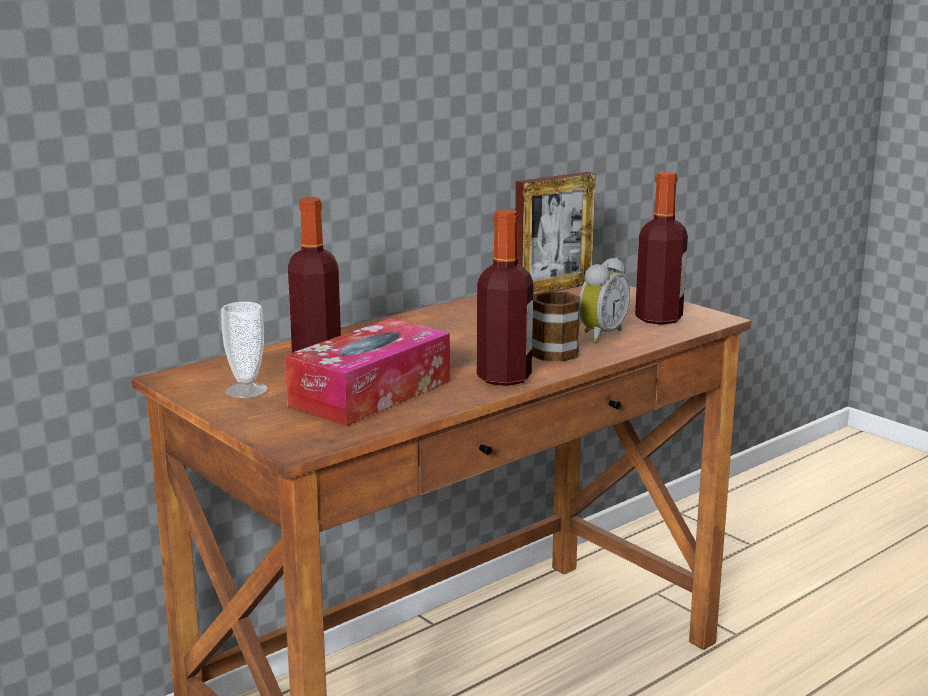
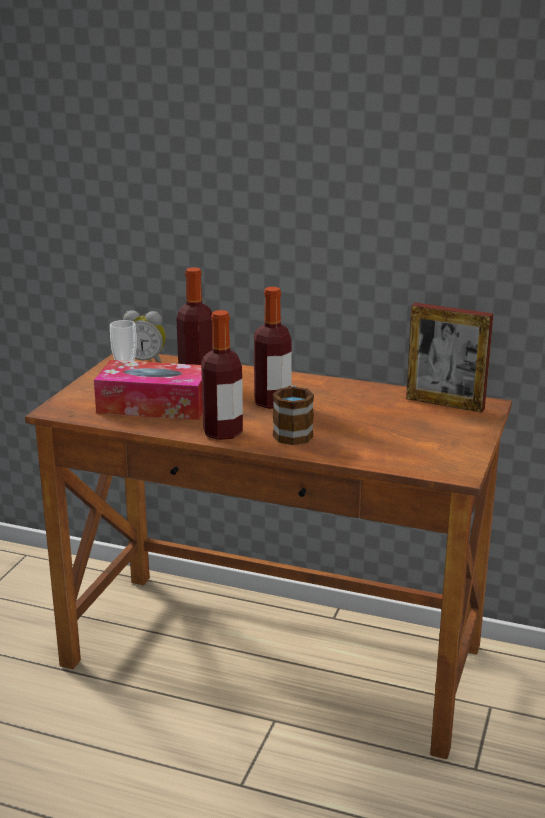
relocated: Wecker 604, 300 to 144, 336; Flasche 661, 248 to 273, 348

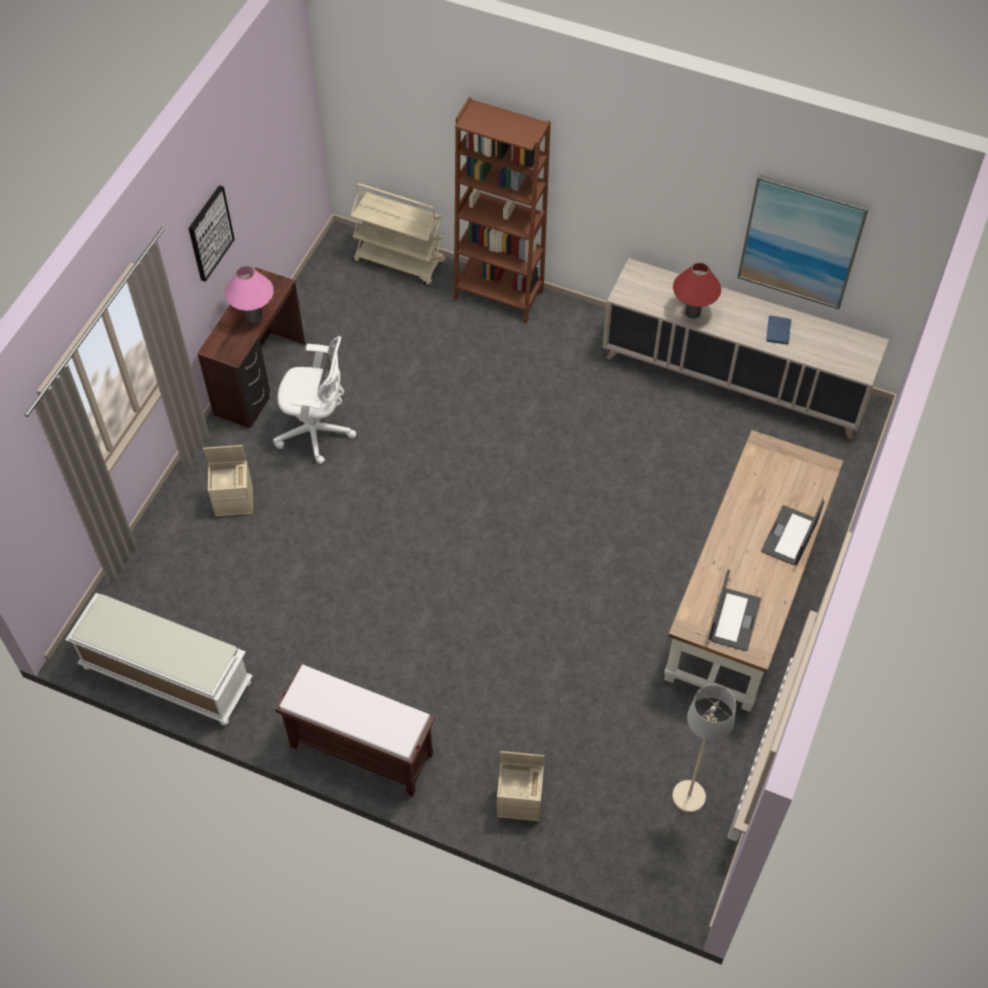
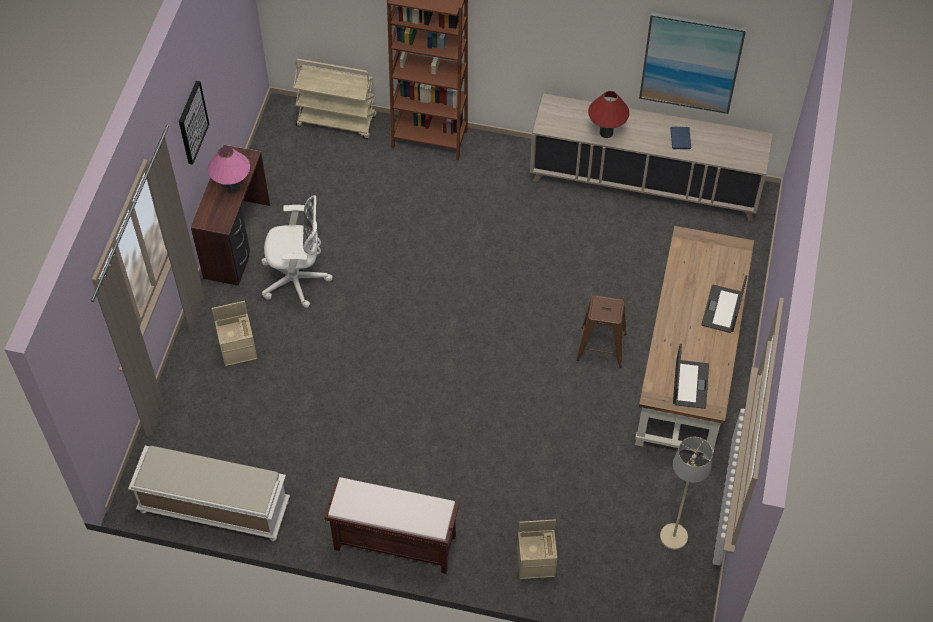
appeared: Hocker/braun 601, 331

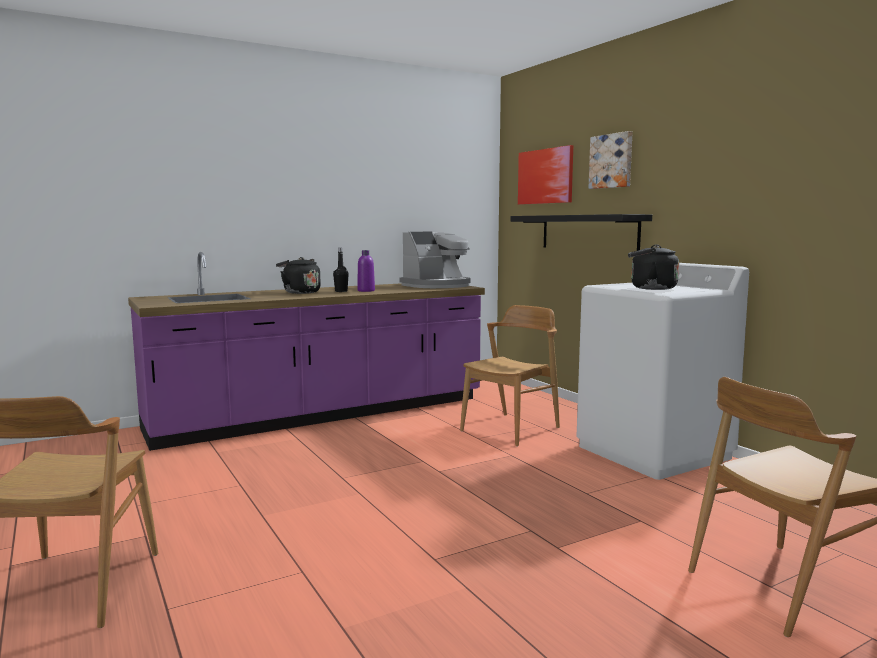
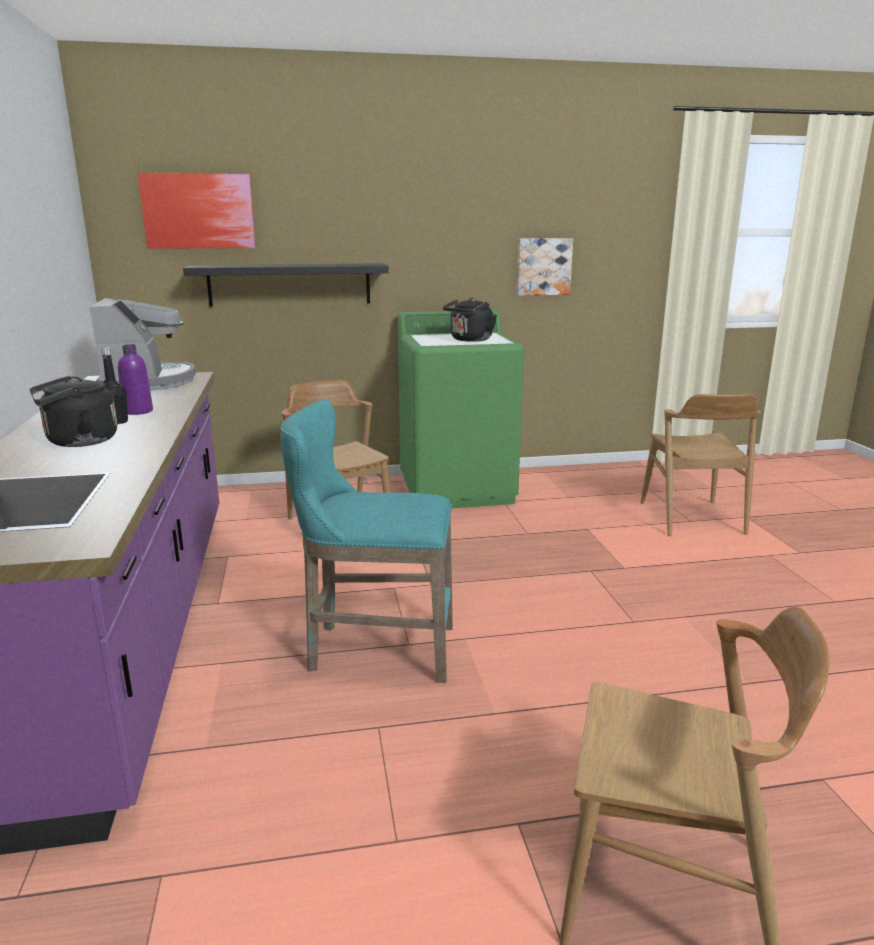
appeared: Hocker/türkis 366, 541
relocated: Bild 610, 160 to 545, 267
colour: Waschmaschine/weiß 662, 371 to Waschmaschine/grün 461, 409

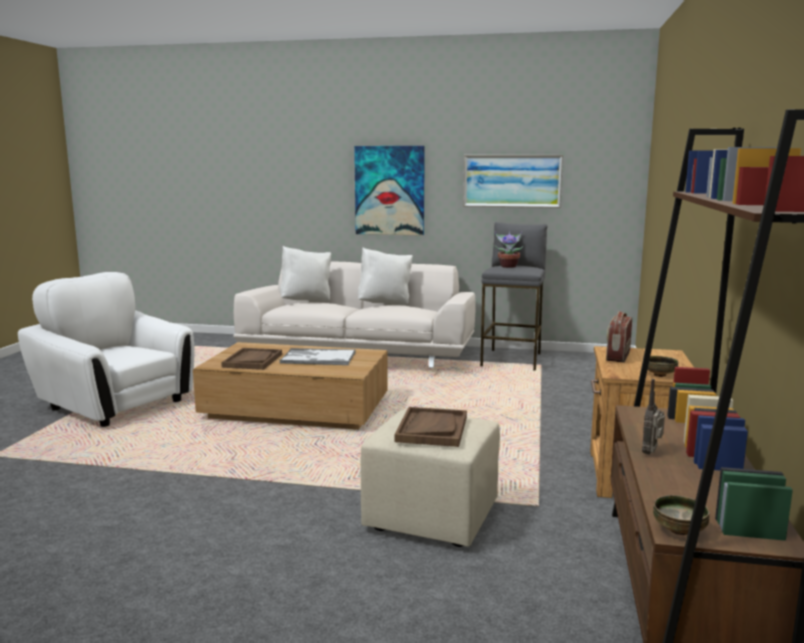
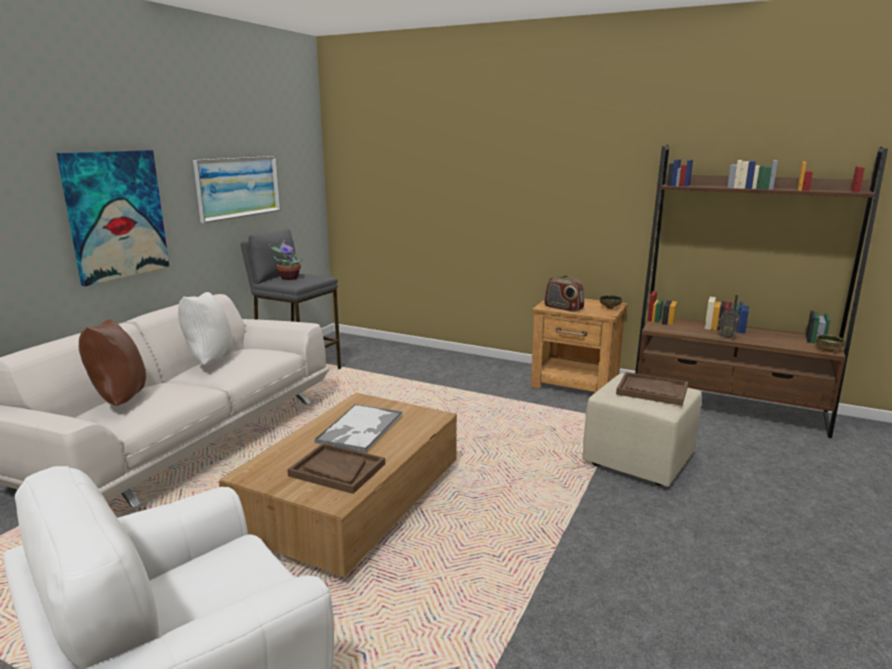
colour: Kissen/weiß 305, 274 to Kissen/braun 112, 362

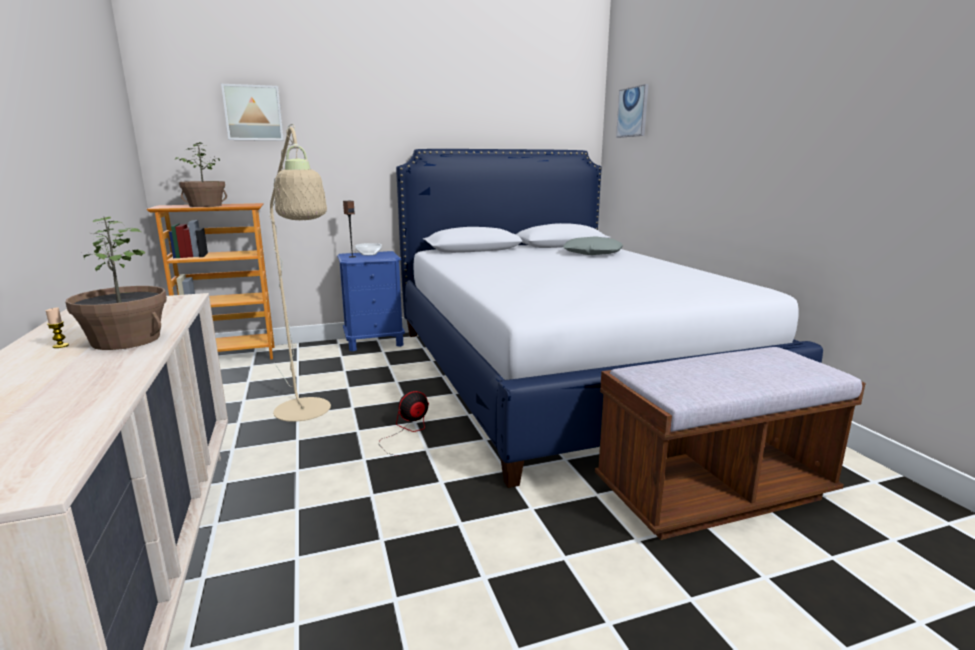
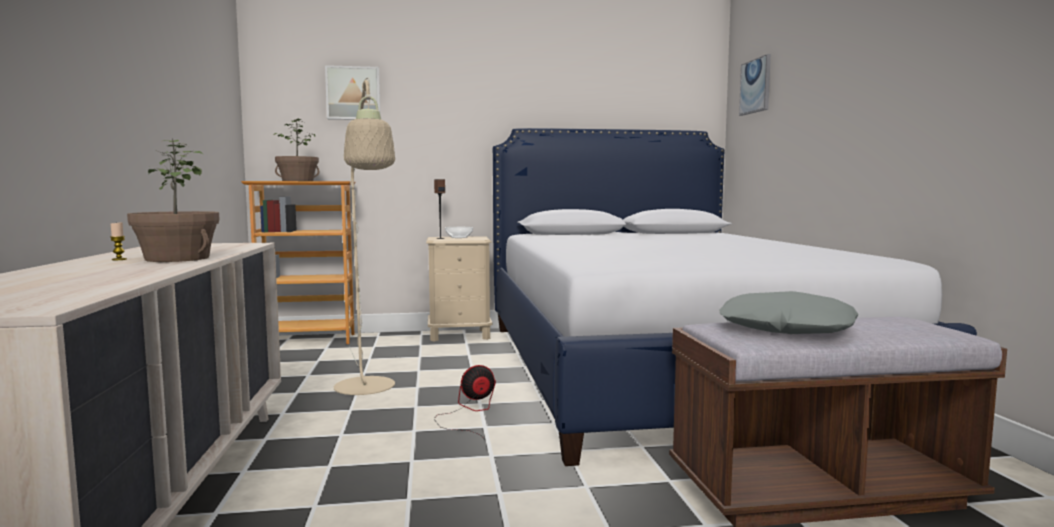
relocated: Kissen/grau 593, 245 to 788, 312
colour: Nachttisch/blau 371, 301 to Nachttisch/beige 459, 289

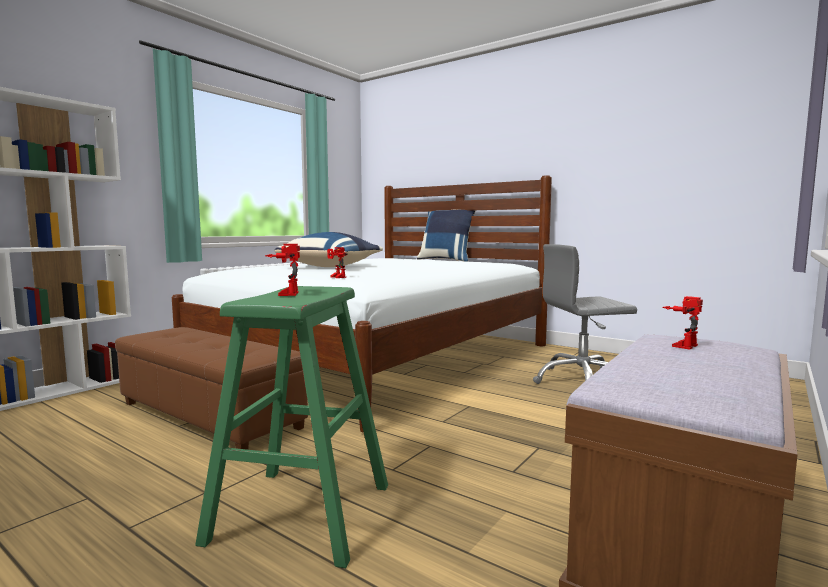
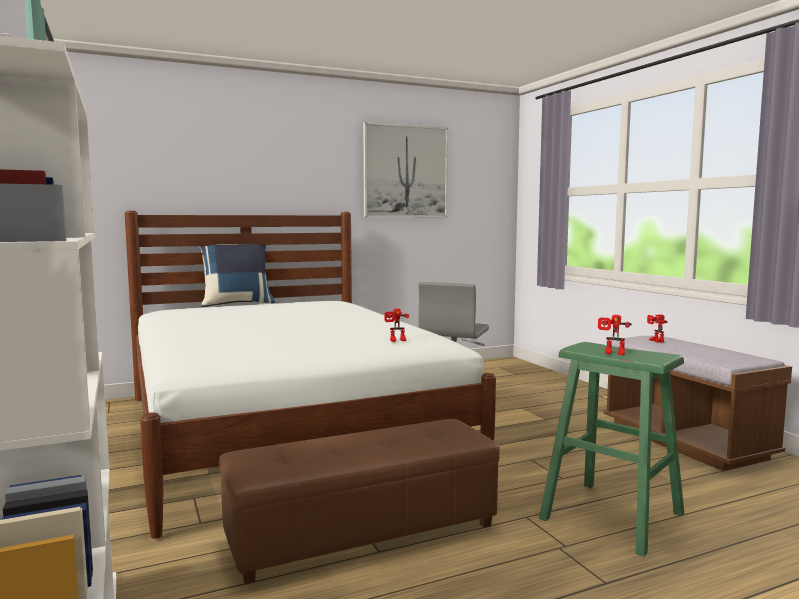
missing: Kissen/blau 329, 249
appeared: Bild 405, 169

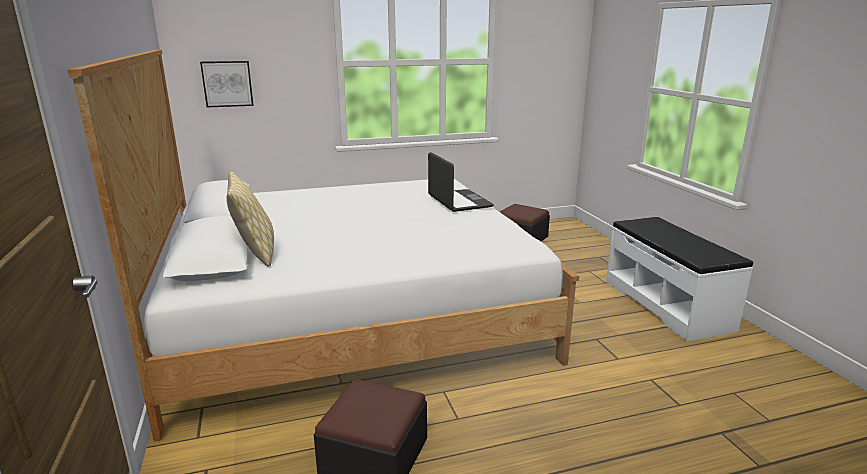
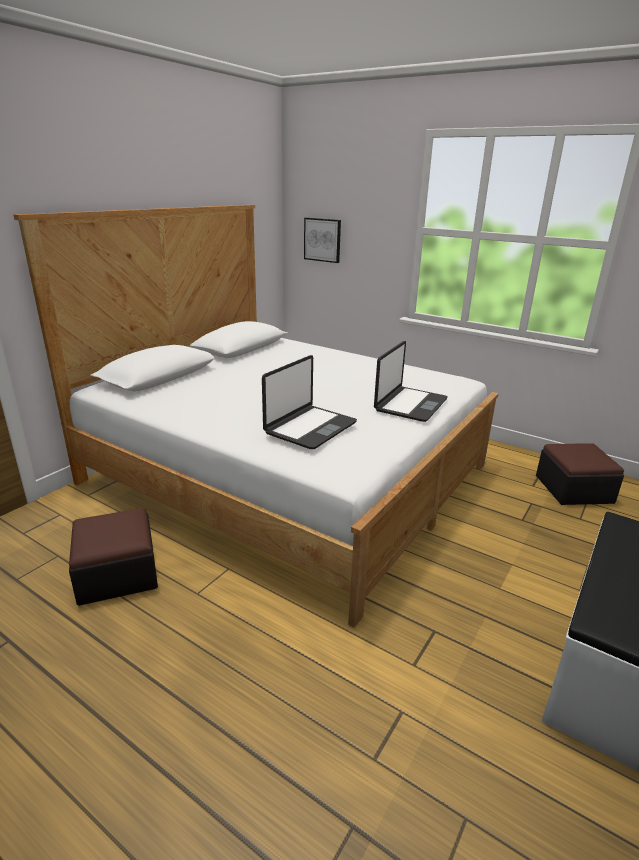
missing: Kissen 250, 219
appeared: Laptop 309, 402

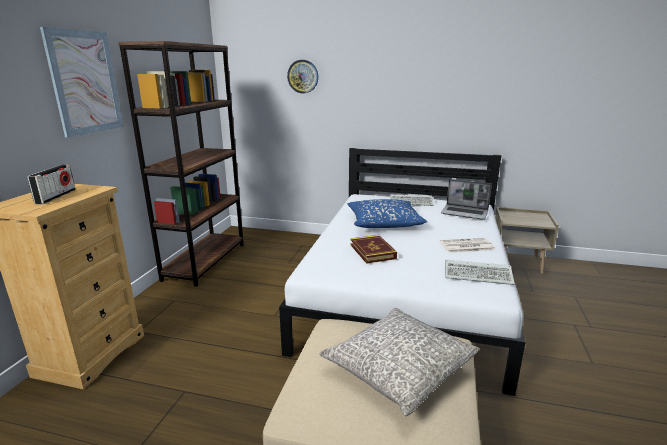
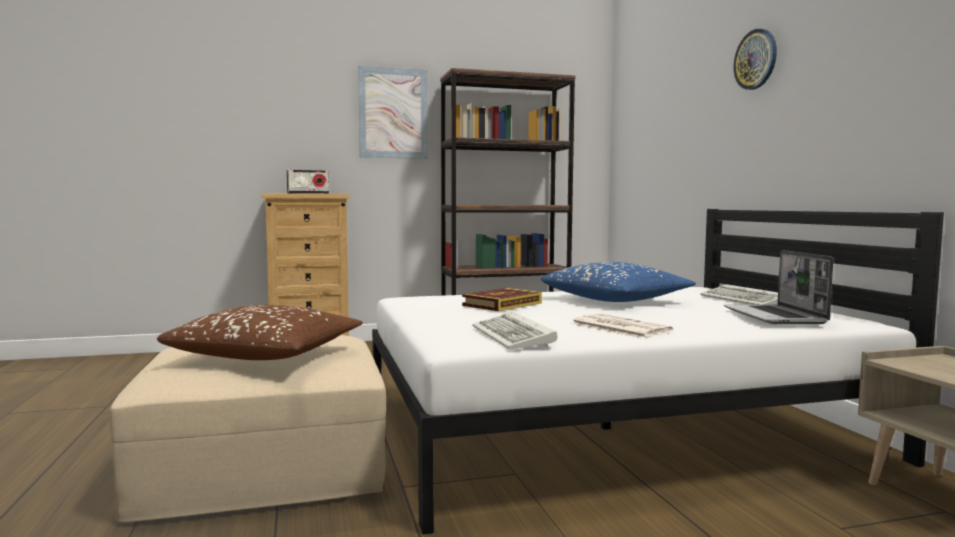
relocated: Wanduhr 302, 76 to 755, 59
colour: Kissen/grau 399, 362 to Kissen/braun 260, 332

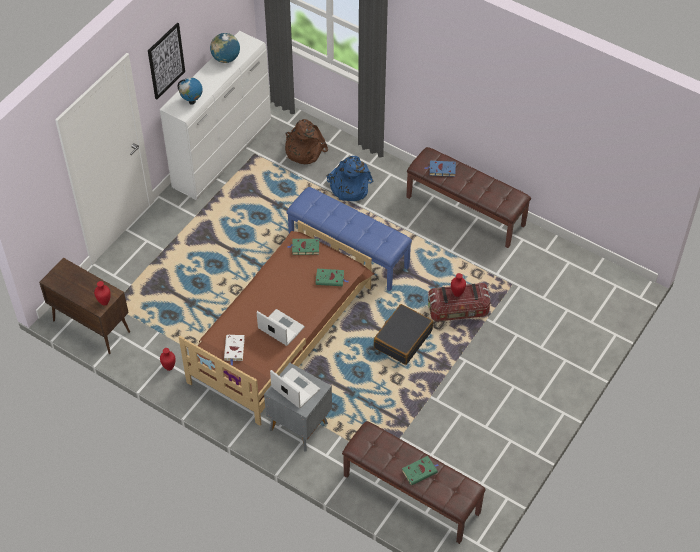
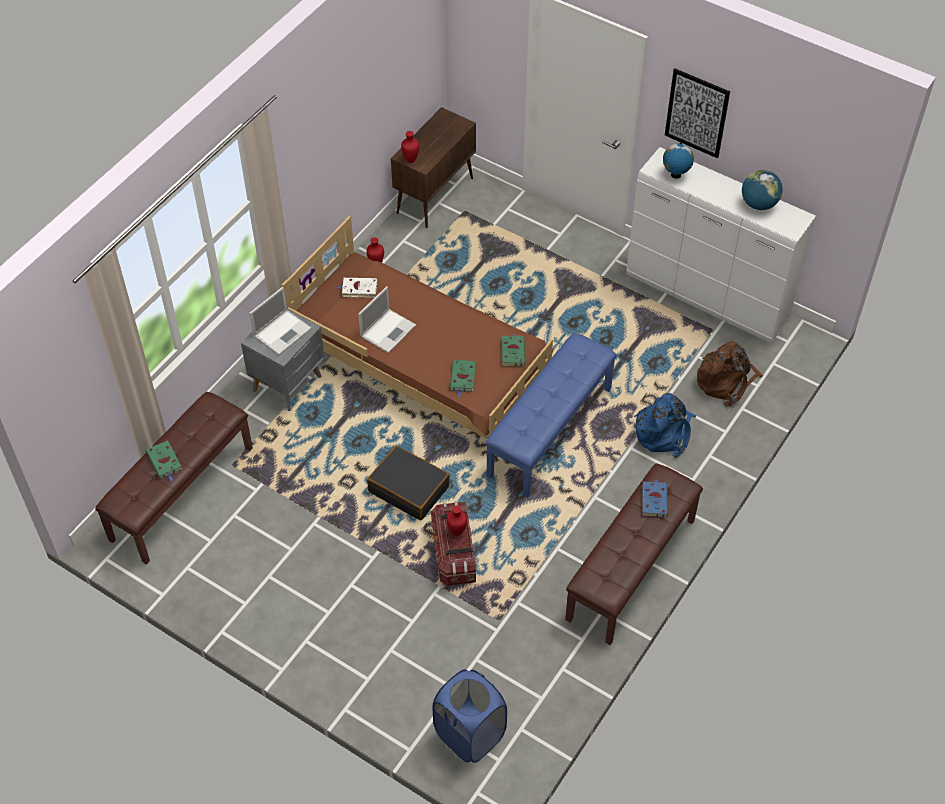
appeared: Wäschekorb/blau 469, 716

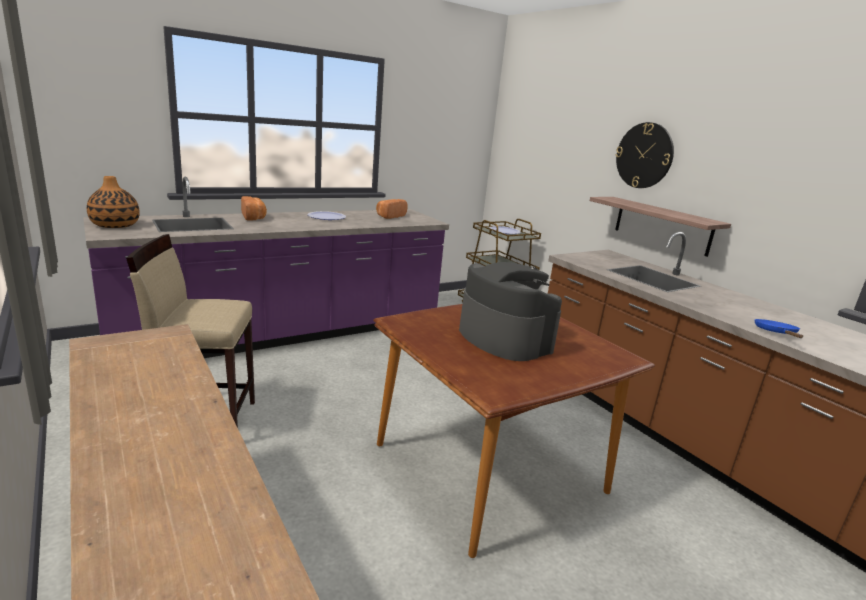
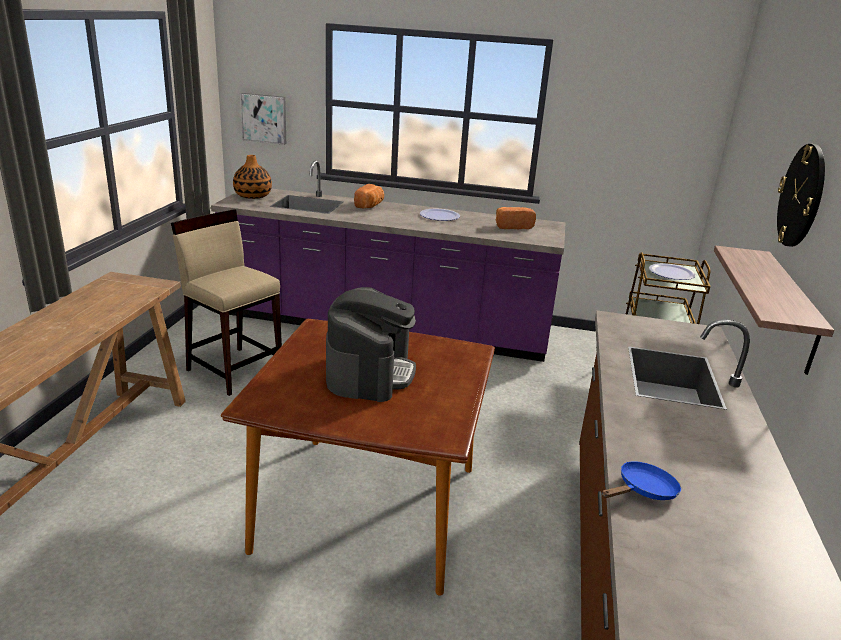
appeared: Bild 263, 119

